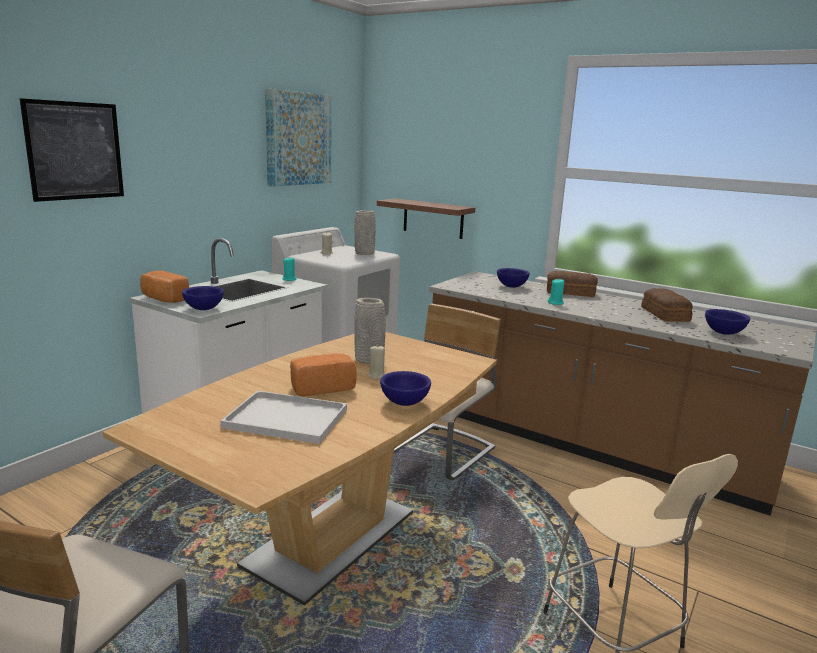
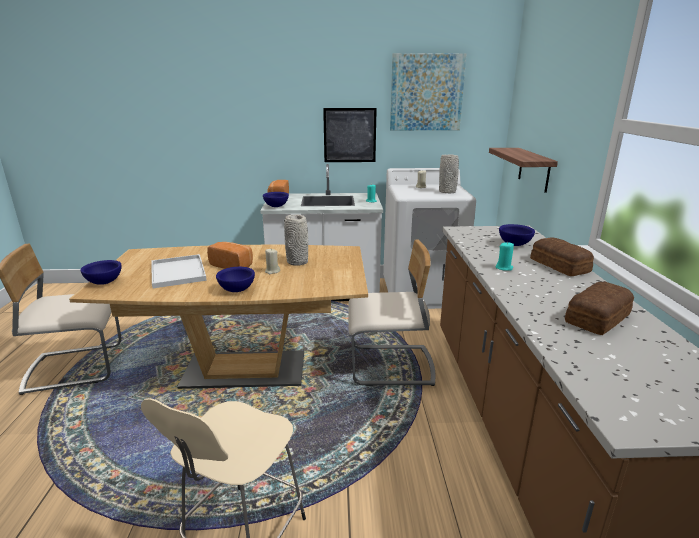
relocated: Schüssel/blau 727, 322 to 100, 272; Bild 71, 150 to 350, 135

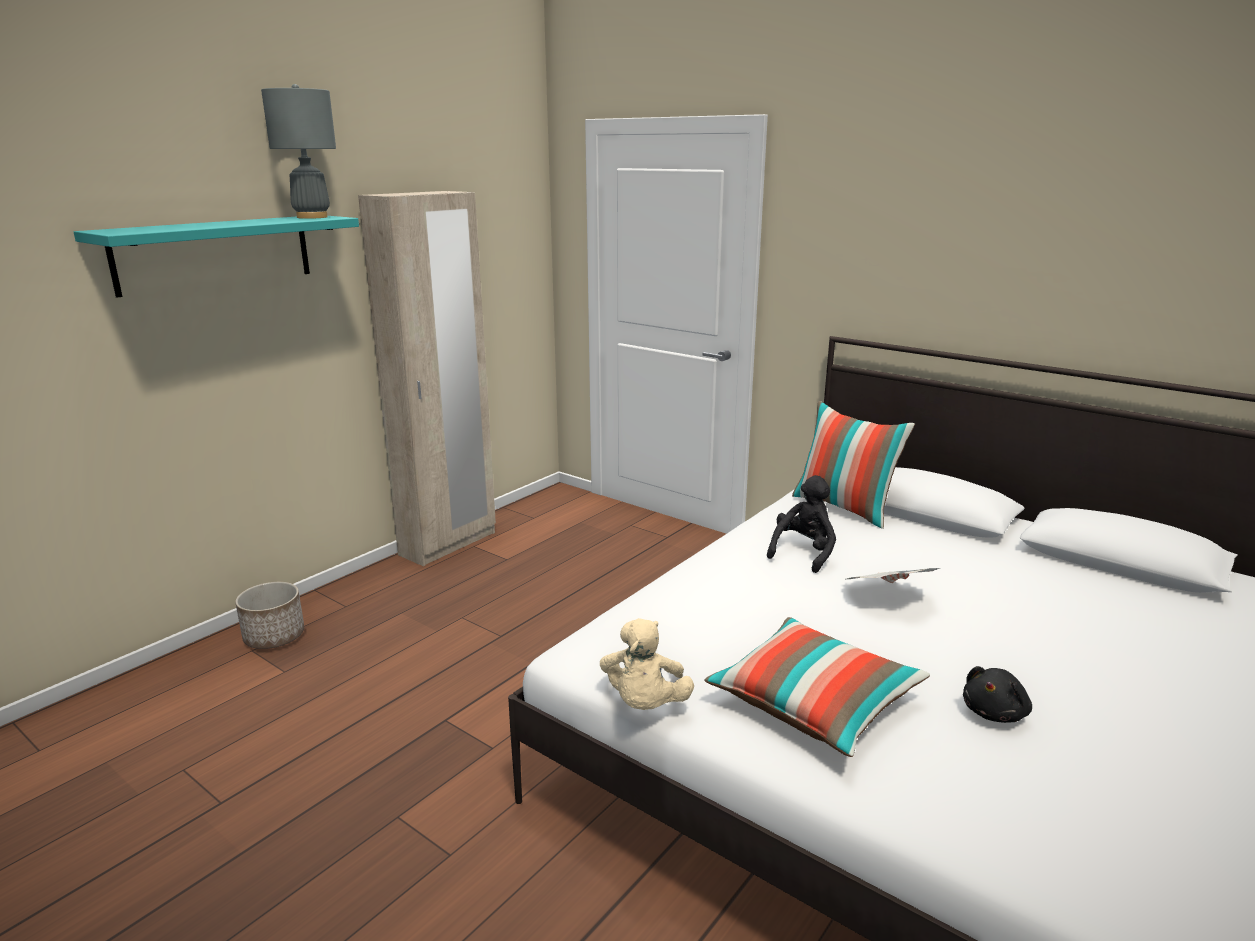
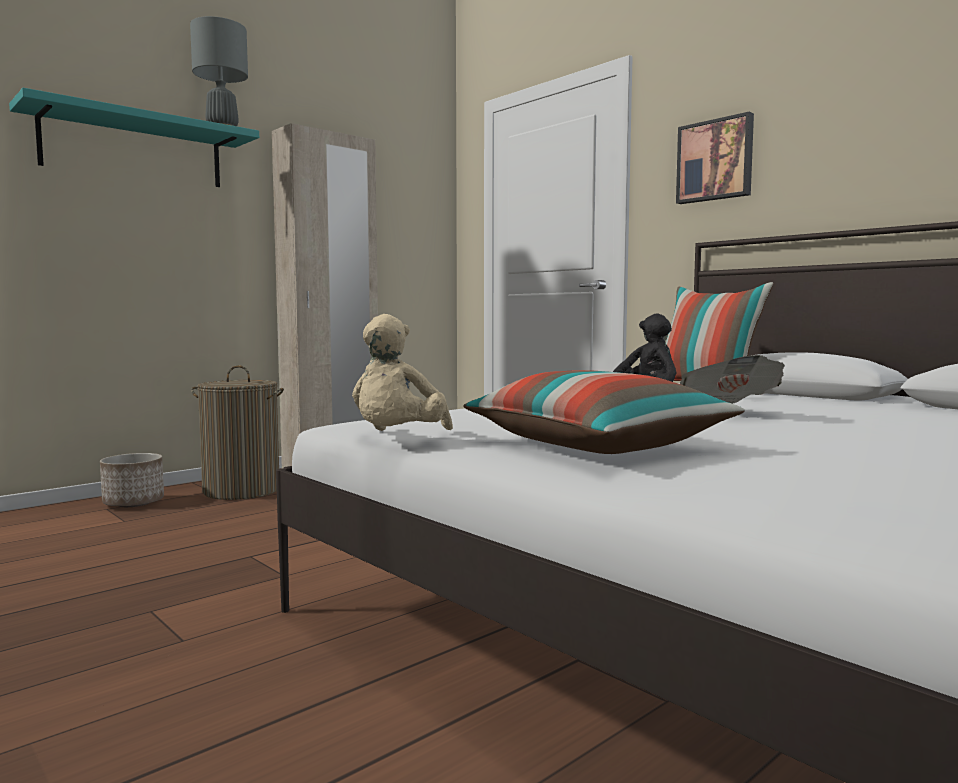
missing: Plüschtier/schwarz 997, 694
appeared: Wäschekorb 237, 432; Bild 715, 158

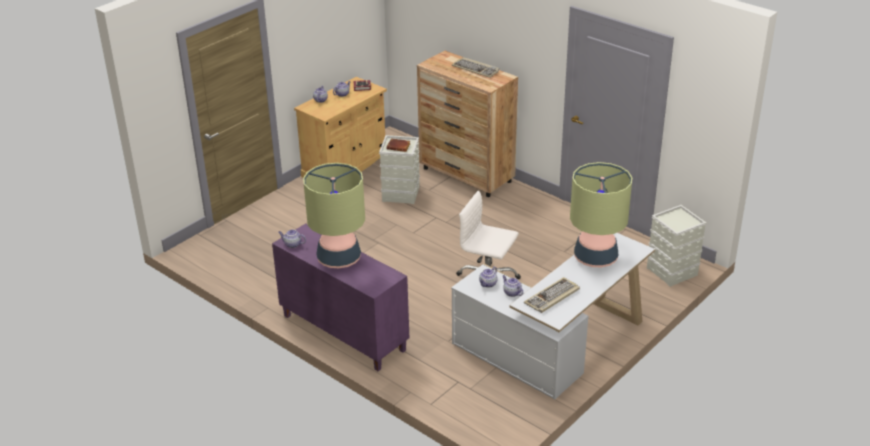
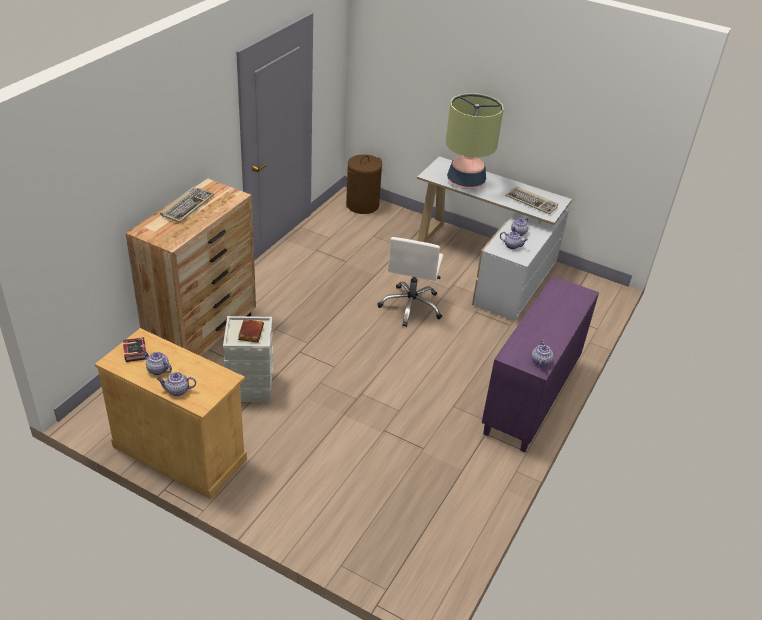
missing: Tischlampe 334, 215
exchanged: Aufbewahrungsbox/grau 676, 246 to Wäschekorb/braun 364, 184

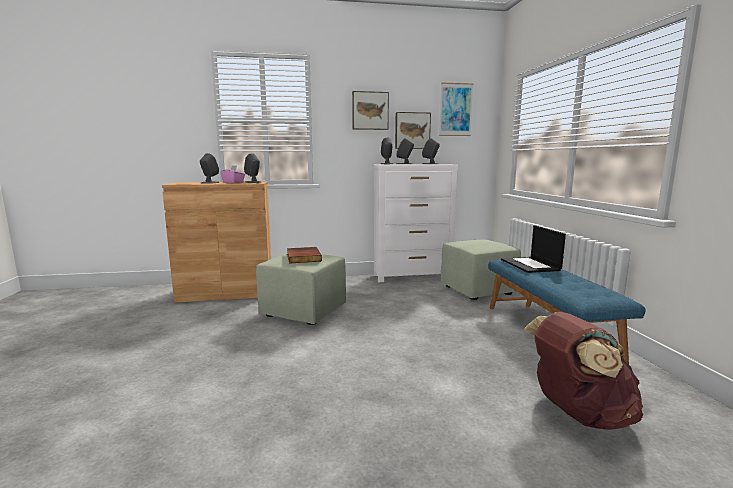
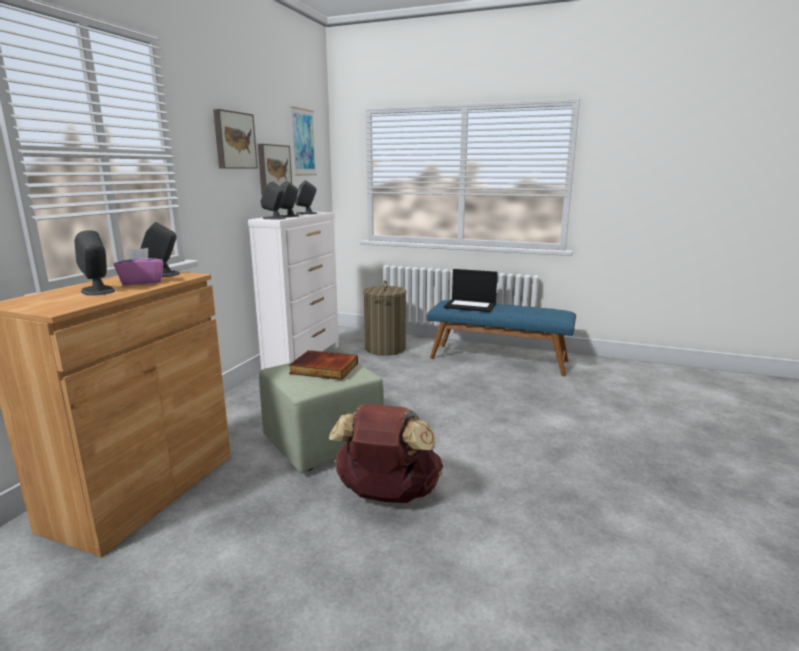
relocated: Rucksack/braun 583, 370 to 386, 453
exchanged: Polsterhocker/grün 481, 270 to Wäschekorb 385, 318

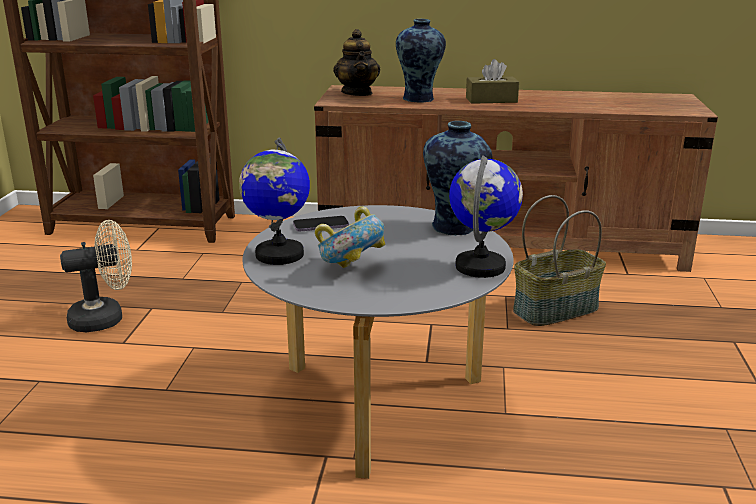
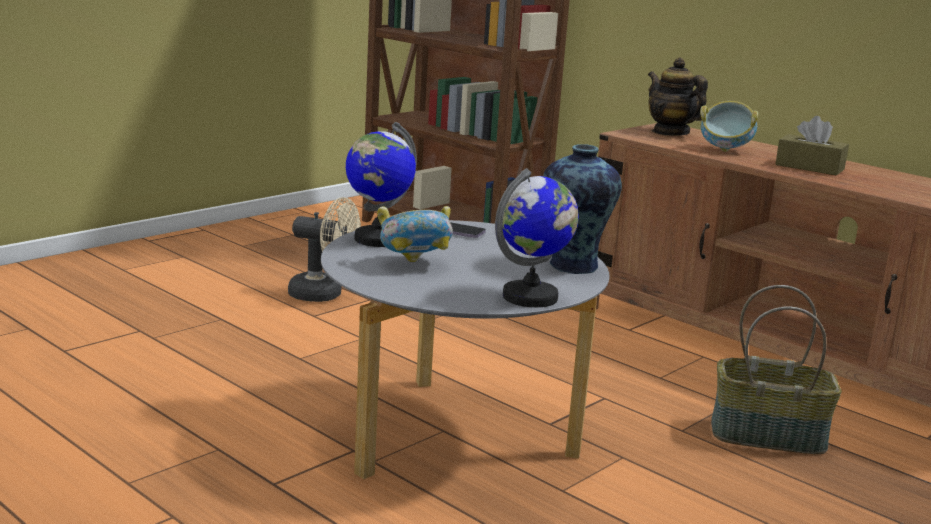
exchanged: Vase 421, 61 to Schüssel 729, 126
spun: Teekanne 356, 62 = 678, 97 120 degrees clockwise

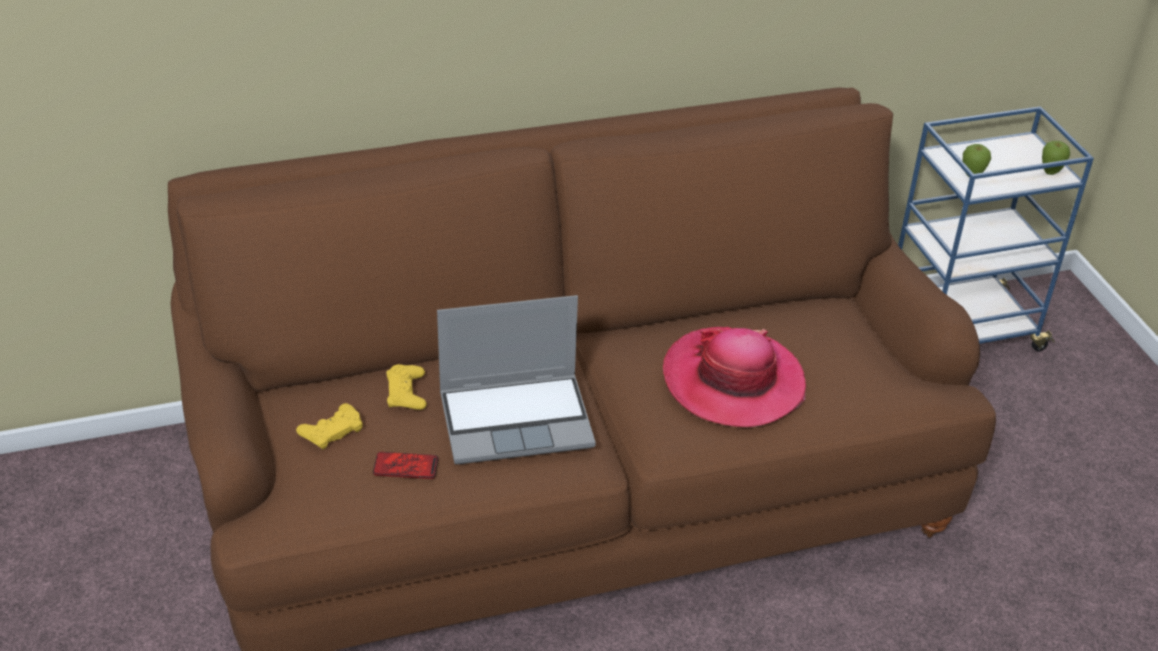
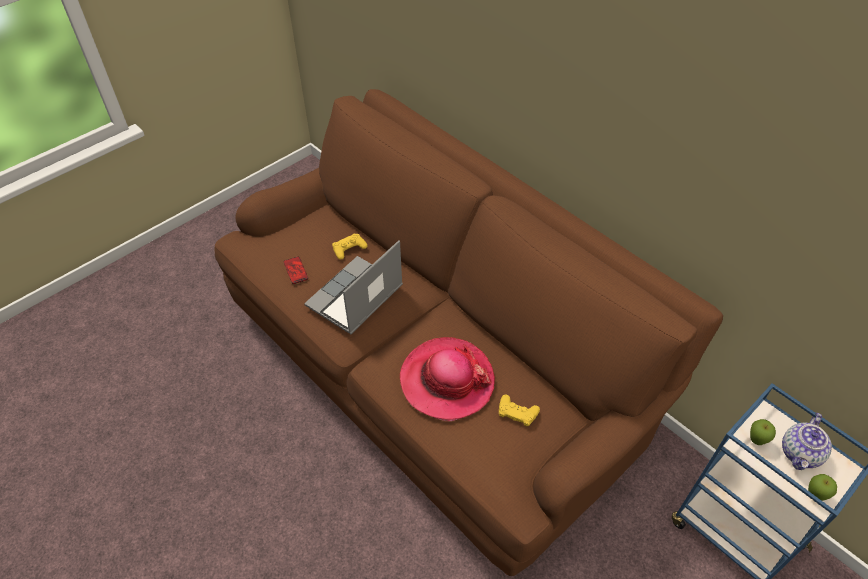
appeared: Teekanne 807, 441
relocated: Gamepad/gelb 329, 426 to 519, 410
spun: Laptop 516, 379 = 353, 287 75 degrees clockwise

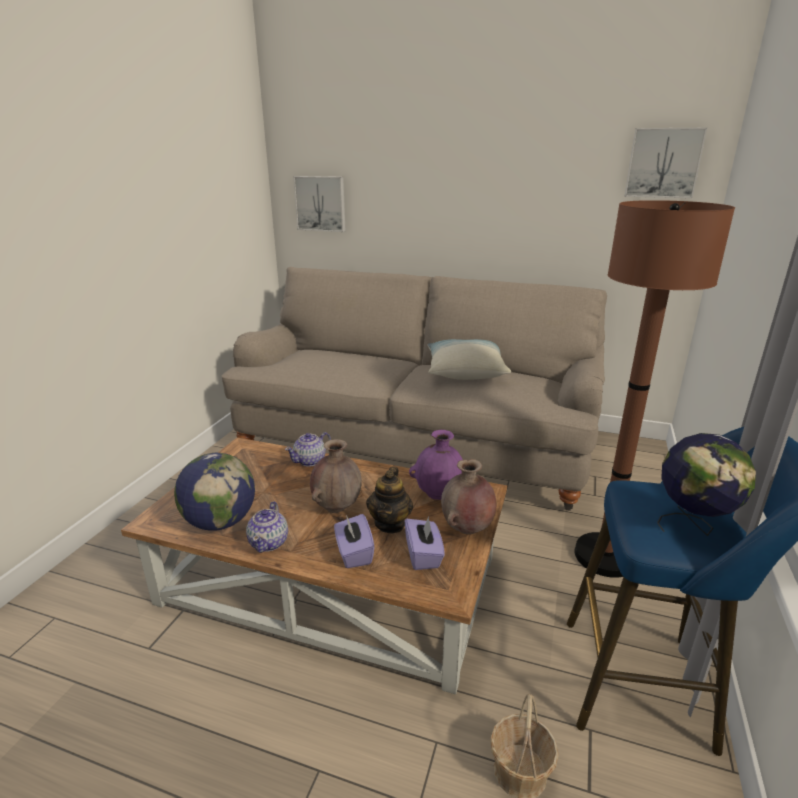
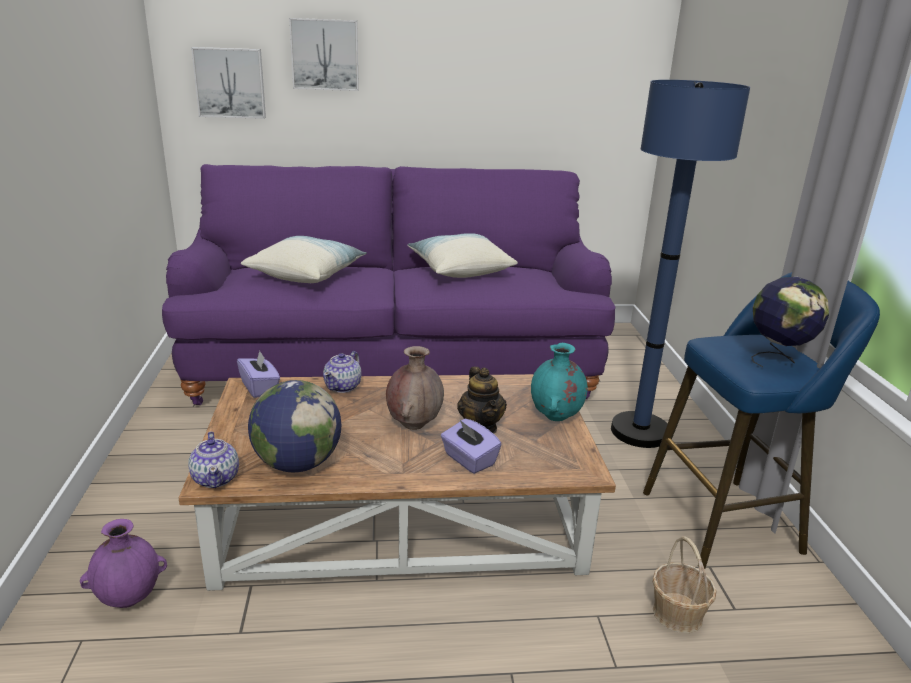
appeared: Kissen 304, 259
relocated: Vase/lila 436, 465 to 123, 563; Teekanne 267, 527 to 213, 460; Taschentuchbox/lila 425, 543 to 258, 374; Bild 666, 163 to 324, 54
colour: Sofa/beige 414, 389 to Sofa/lila 388, 284; Vase/braun 468, 496 to Vase/türkis 559, 382; Stehlampe/braun 654, 389 to Stehlampe/blau 680, 264

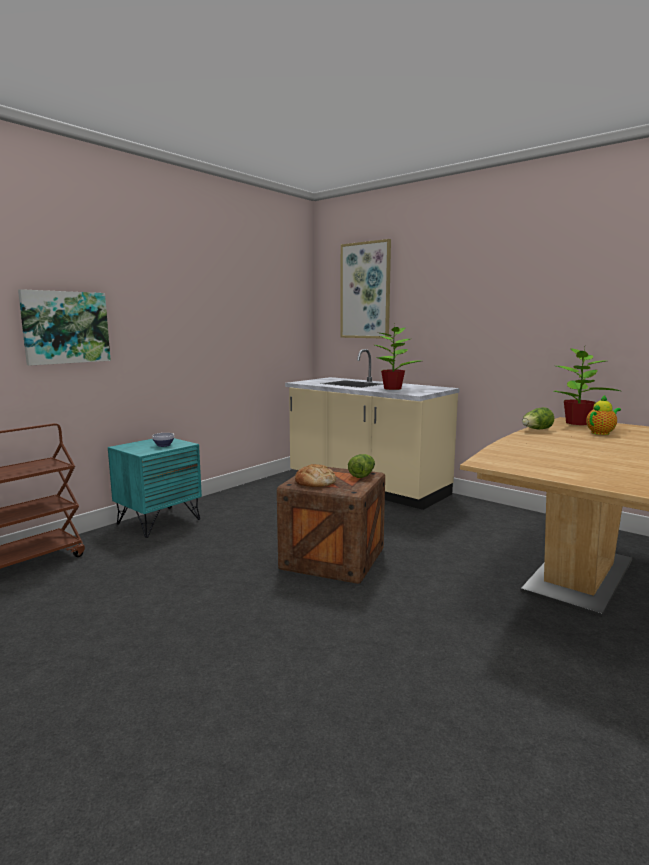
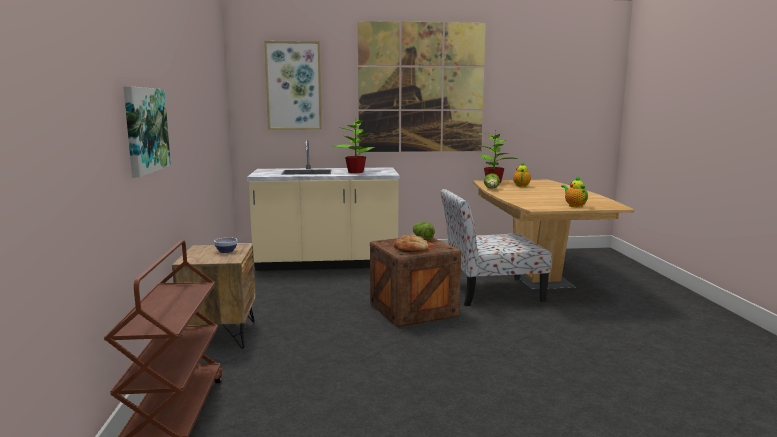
appeared: Bild 422, 86; Stuhl 496, 247; Teekanne 574, 192
colour: Nachttisch/türkis 155, 488 to Nachttisch/braun 214, 296

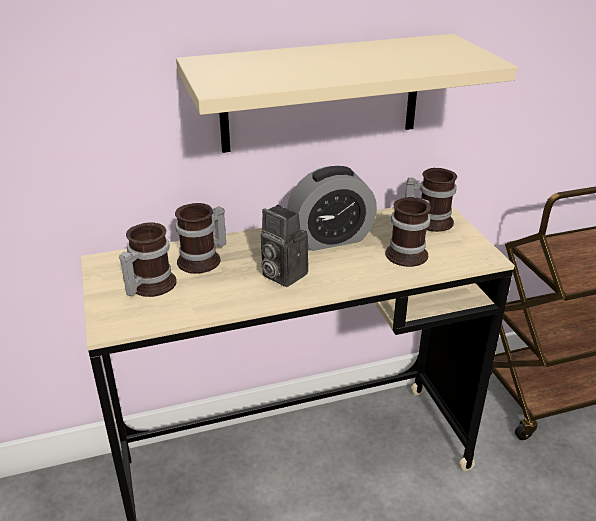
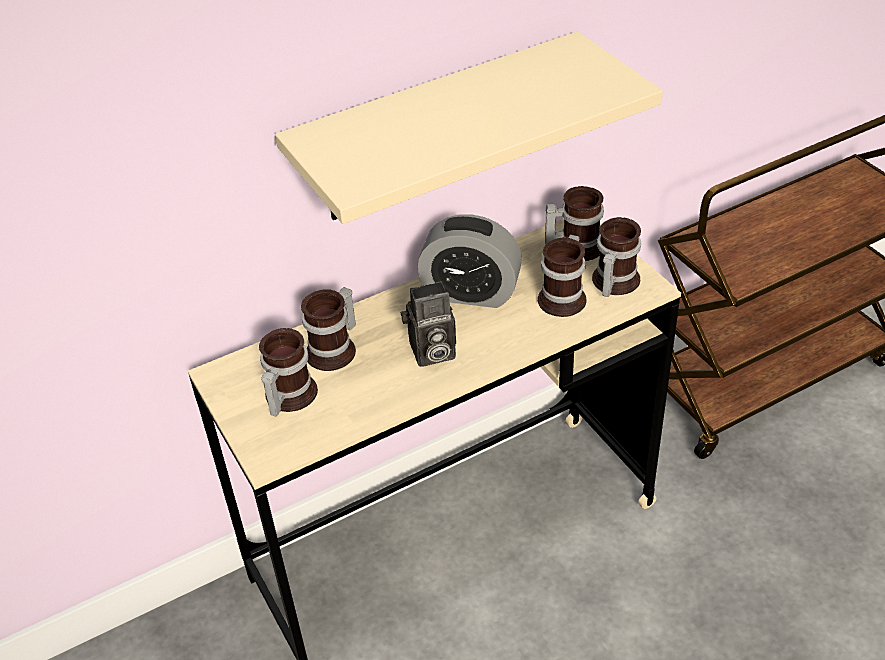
appeared: Henkelbecher 616, 257
spun: Kamera 285, 246 = 428, 324 45 degrees counterclockwise; Wecker 332, 208 = 469, 261 45 degrees clockwise

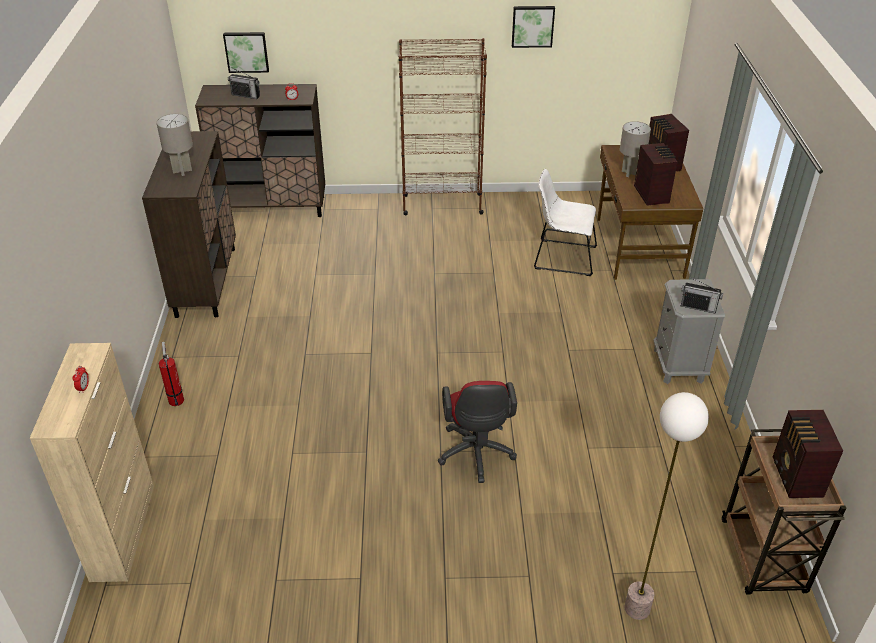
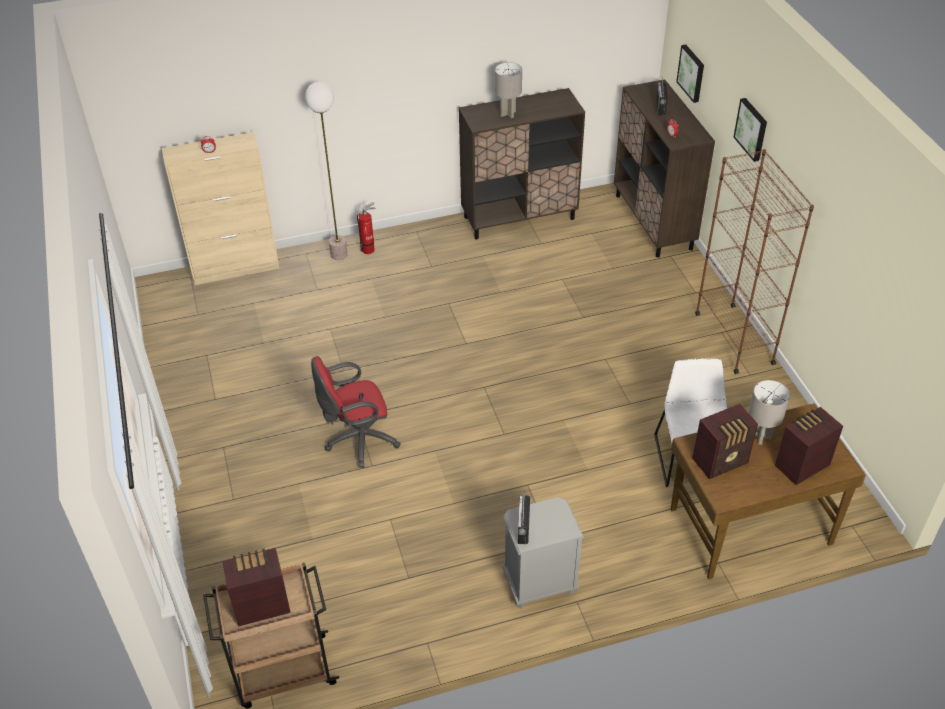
relocated: Stehlampe 666, 506 to 326, 171; Bild 533, 27 to 750, 130

